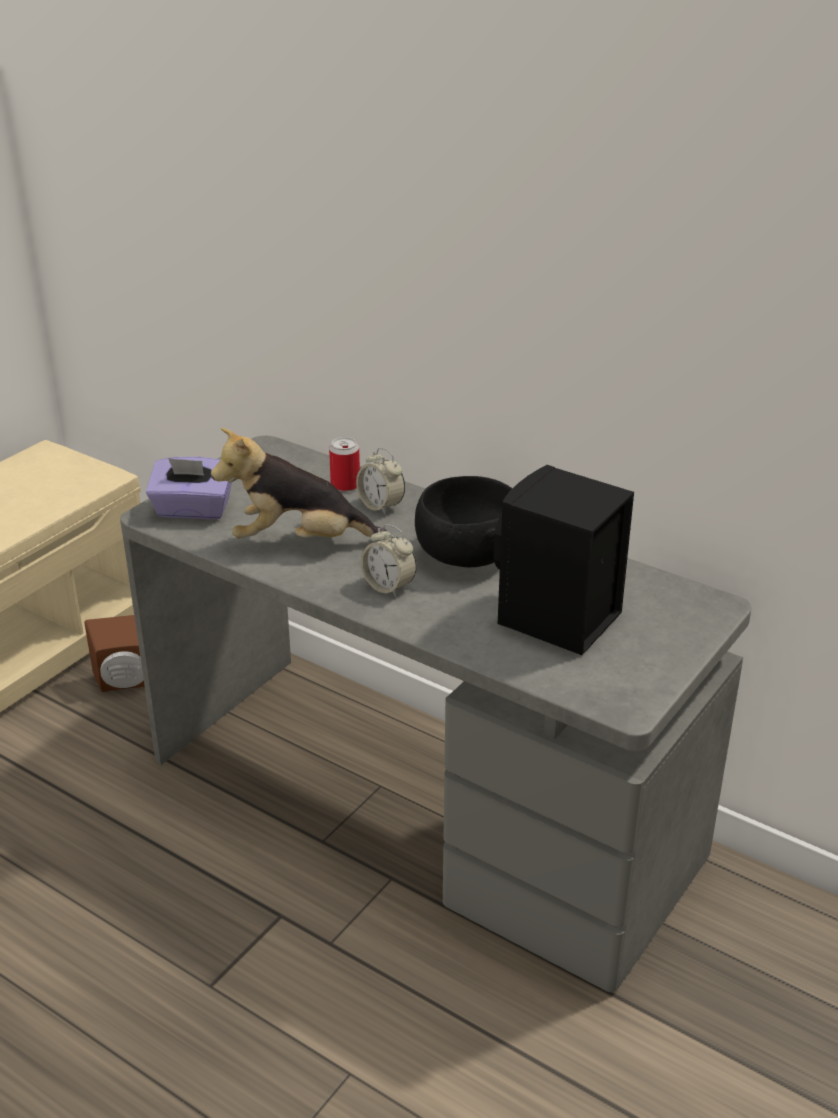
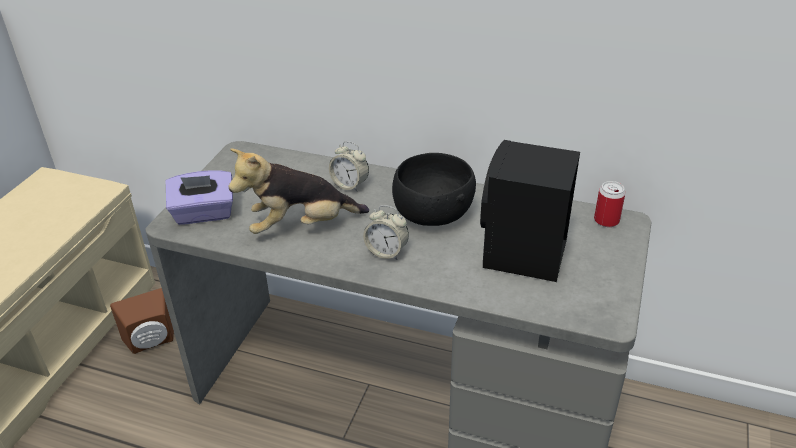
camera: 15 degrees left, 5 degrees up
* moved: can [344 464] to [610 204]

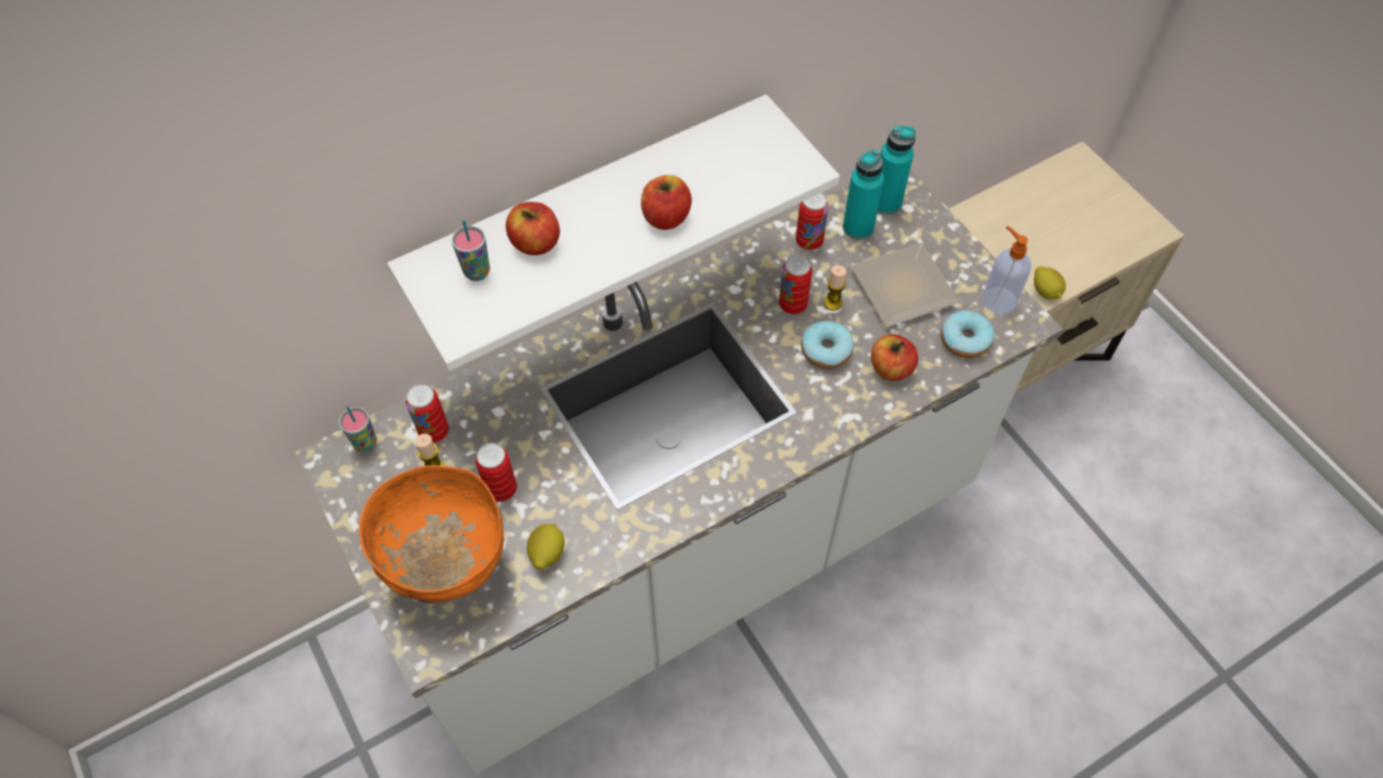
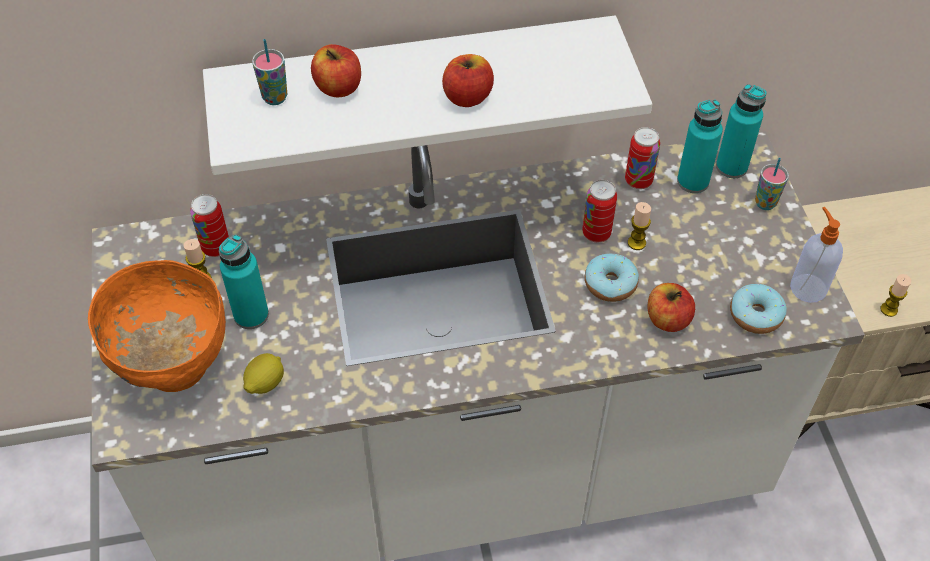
camera: 20 degrees right, 5 degrees down
* removed: dinner plate [905 285]
* moved: small cup [358 429] to [772 184]
* replaced: can [496 472] to bottle/turquoise-coloured [244 282]
* replaced: lemon [1050 283] to candle [895 295]

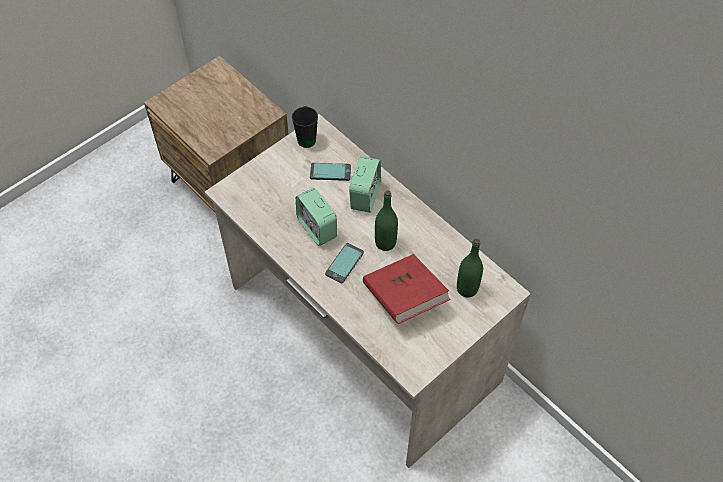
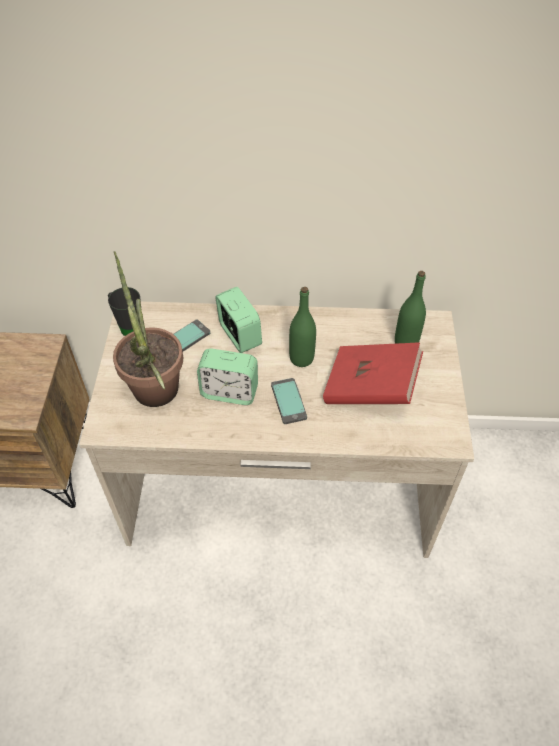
camera: 45 degrees left, 5 degrees down
* added: potted plant [148 329]

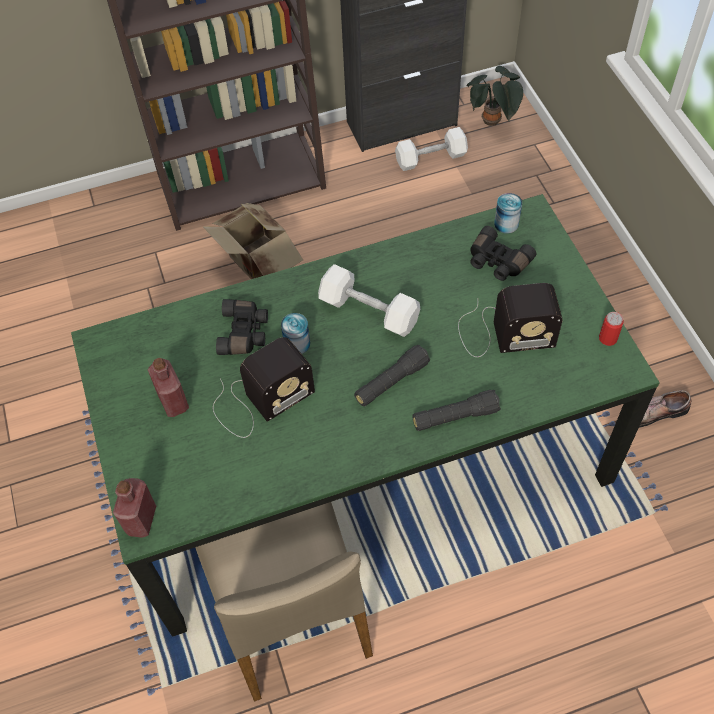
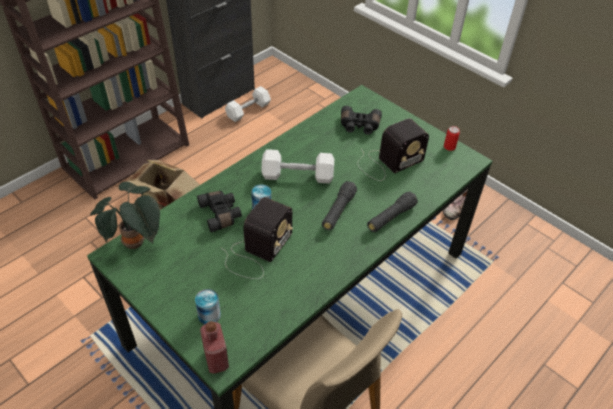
camera: 30 degrees left, 10 degrees down
* removed: bottle/red [168 387]
* moved: potted plant [495 96] to [125 215]
* moved: can [508 213] to [208 307]

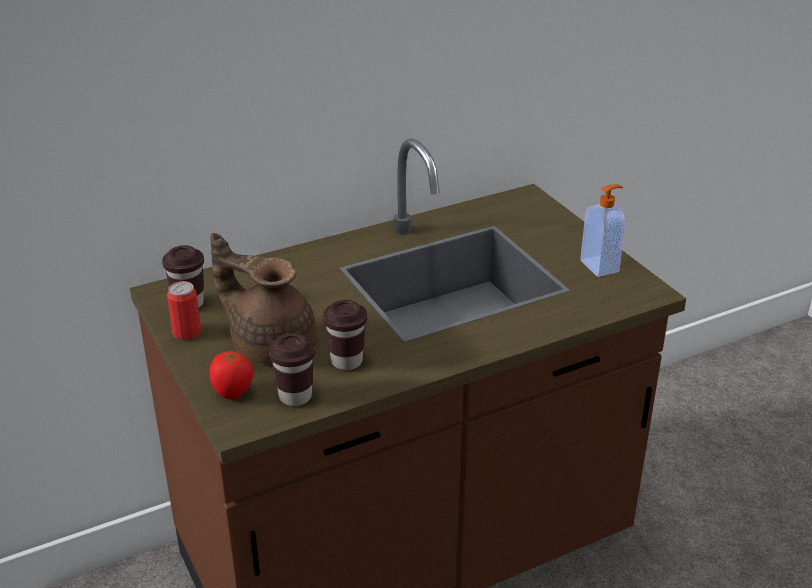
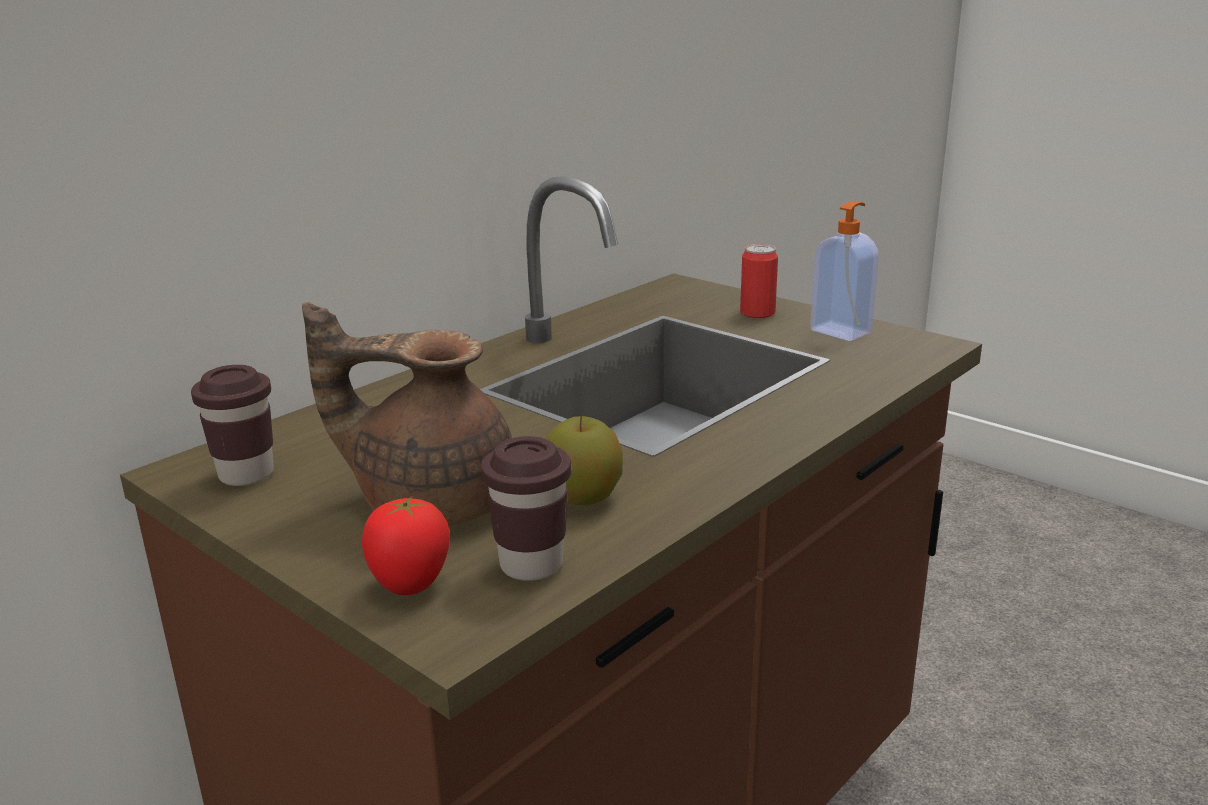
camera: 20 degrees left, 10 degrees down
* moved: can [184 310] to [759 281]
* replaced: small cup/brownish [345 335] to apple [584 460]

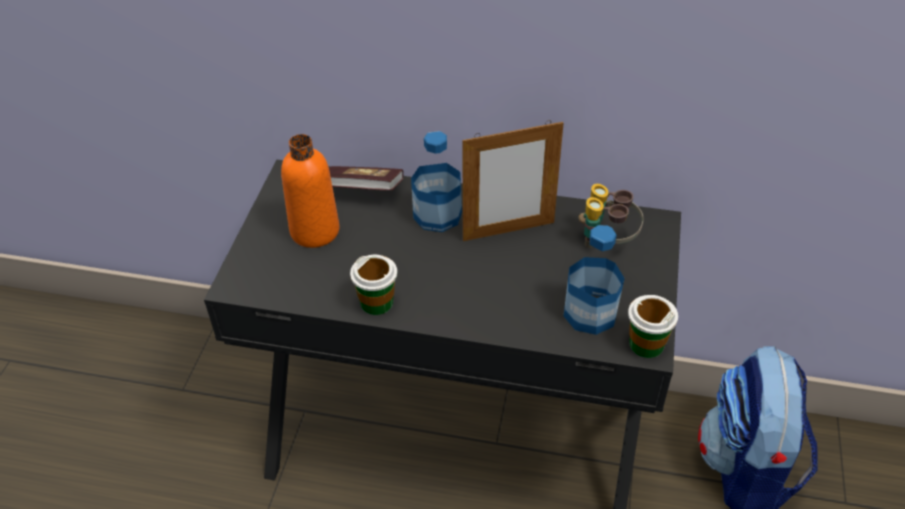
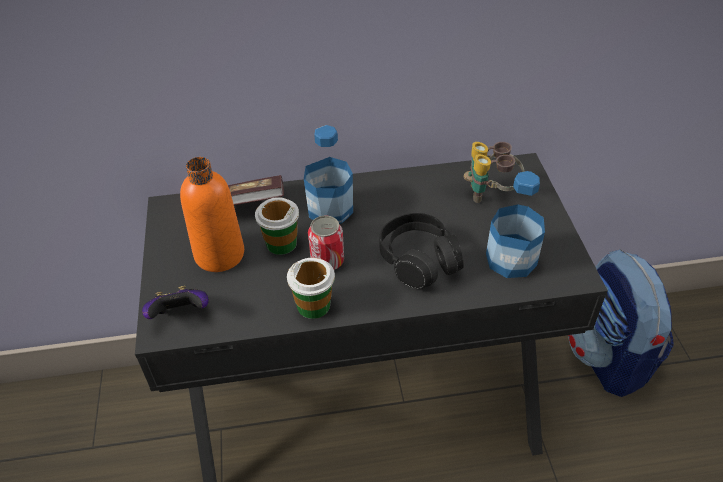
camera: 20 degrees left, 0 degrees up
* removed: standing frame [513 180]
* added: gamepad [175 302]
* added: can [326 242]
* added: headset/black-coloured [421 251]
* moved: small cup [653 326] to [277 226]

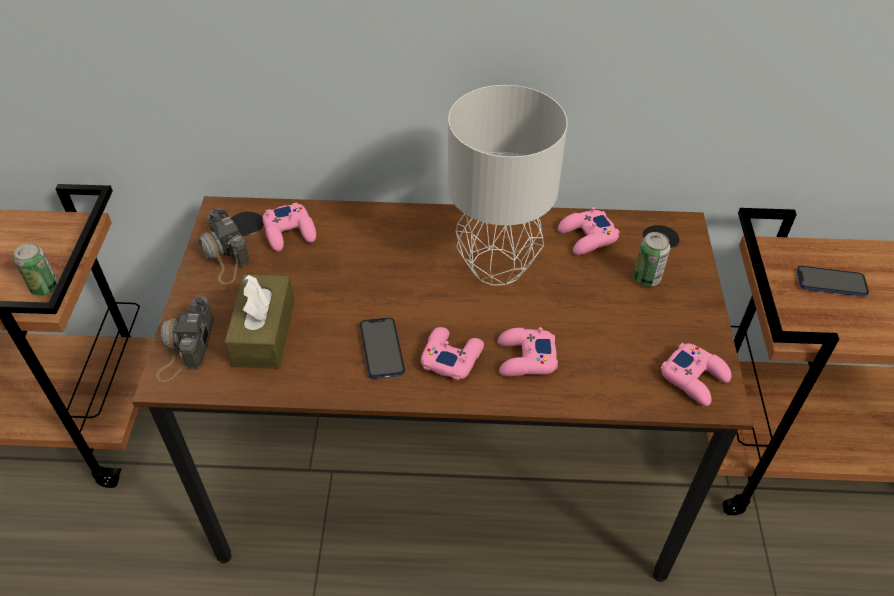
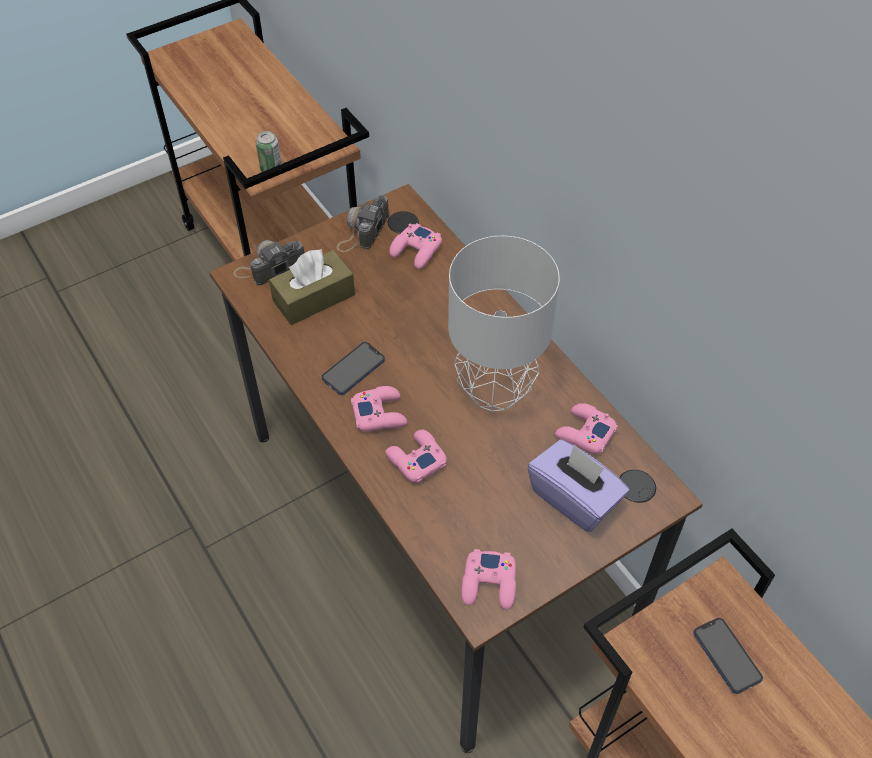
camera: 55 degrees right, 5 degrees up
* replaced: can [651 259] to tissue box/purplish [578 485]

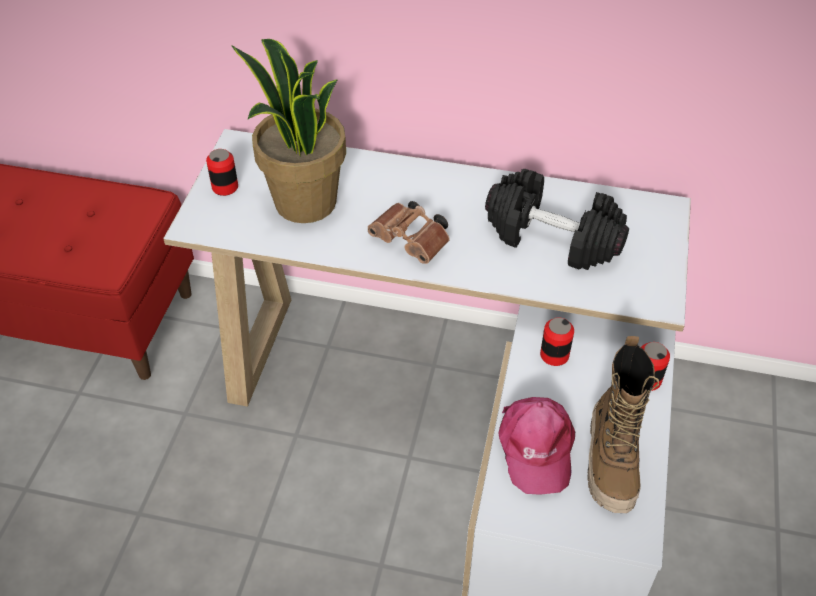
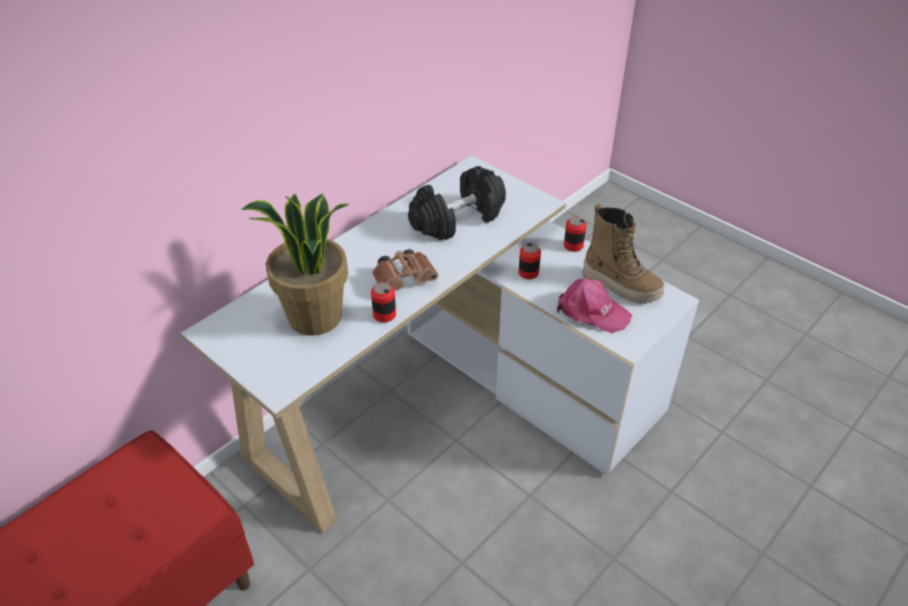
camera: 60 degrees left, 5 degrees down
* moved: can [222 172] to [383 302]

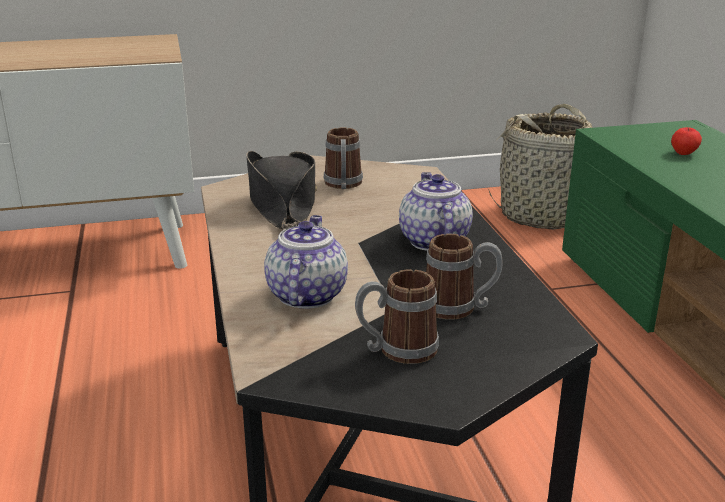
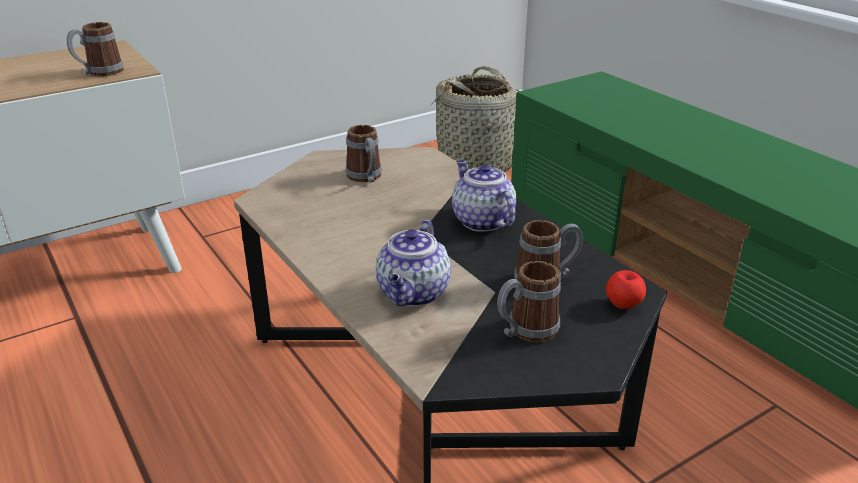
camera: 20 degrees left, 5 degrees up
* removed: hat/black-coloured [281 190]
* added: coffee mug [95 49]
* moved: apple [686 141] to [626 289]
* turned: pot for tea [306 261] = [413 263] 150 degrees counterclockwise

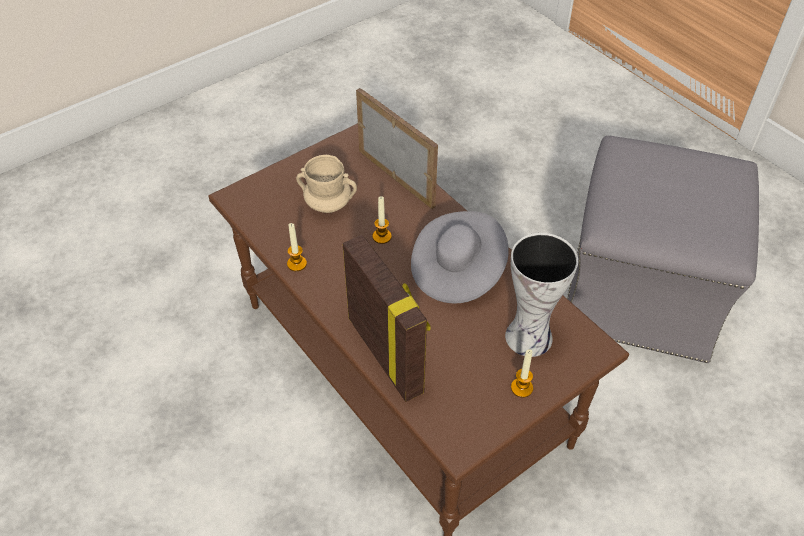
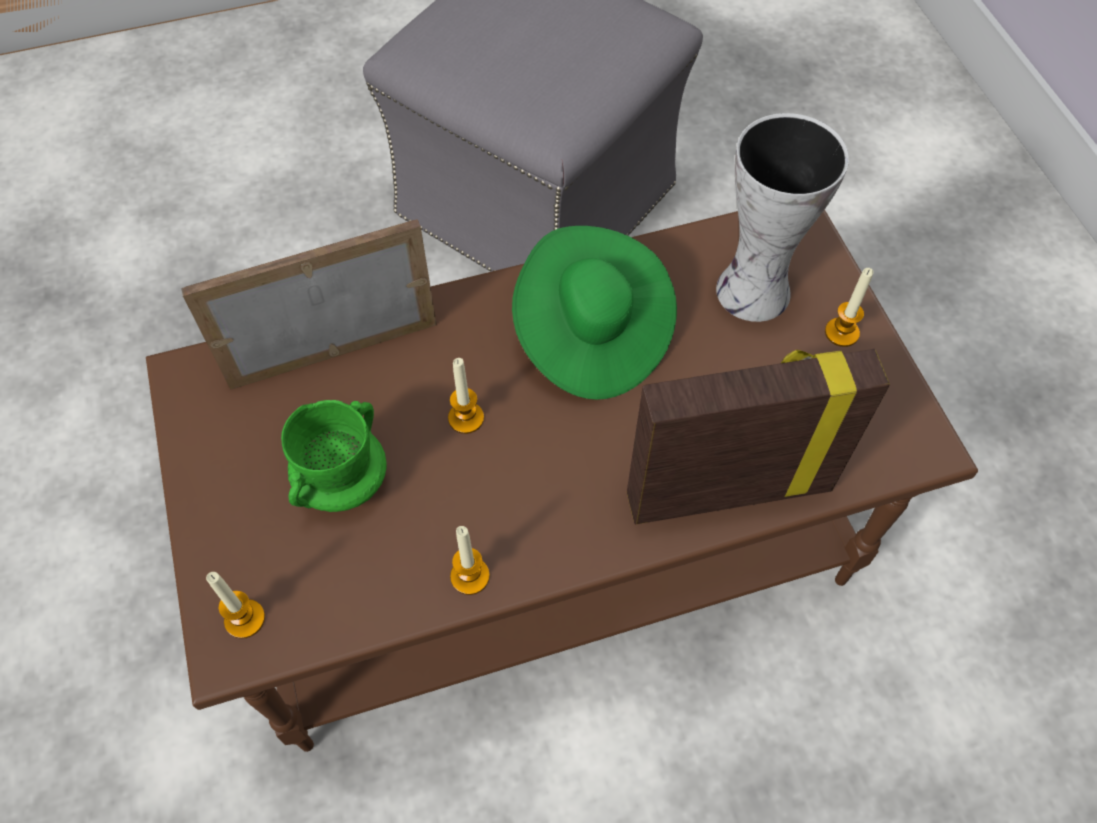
camera: 70 degrees left, 10 degrees up
* added: candle [235 605]
* recoloured: coffee mug/beige-coloured [326 184] to coffee mug/green-coloured [334 456]
* recoloured: hat/gray [460 257] to hat/green-coloured [594 313]

